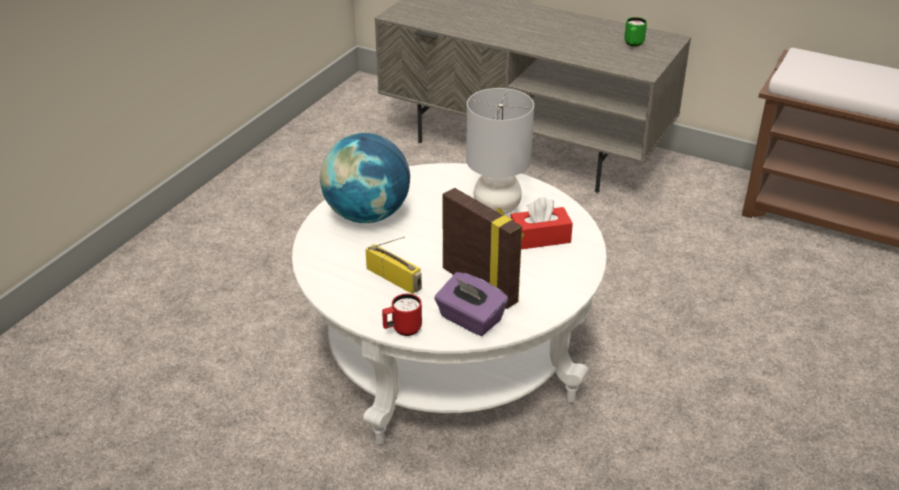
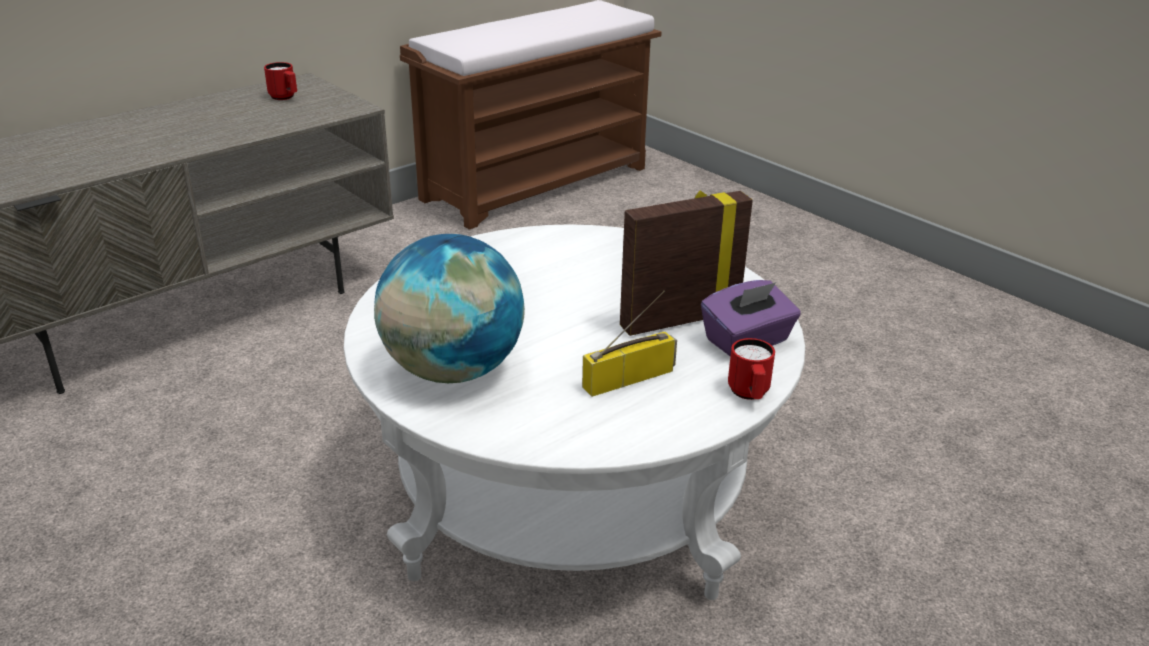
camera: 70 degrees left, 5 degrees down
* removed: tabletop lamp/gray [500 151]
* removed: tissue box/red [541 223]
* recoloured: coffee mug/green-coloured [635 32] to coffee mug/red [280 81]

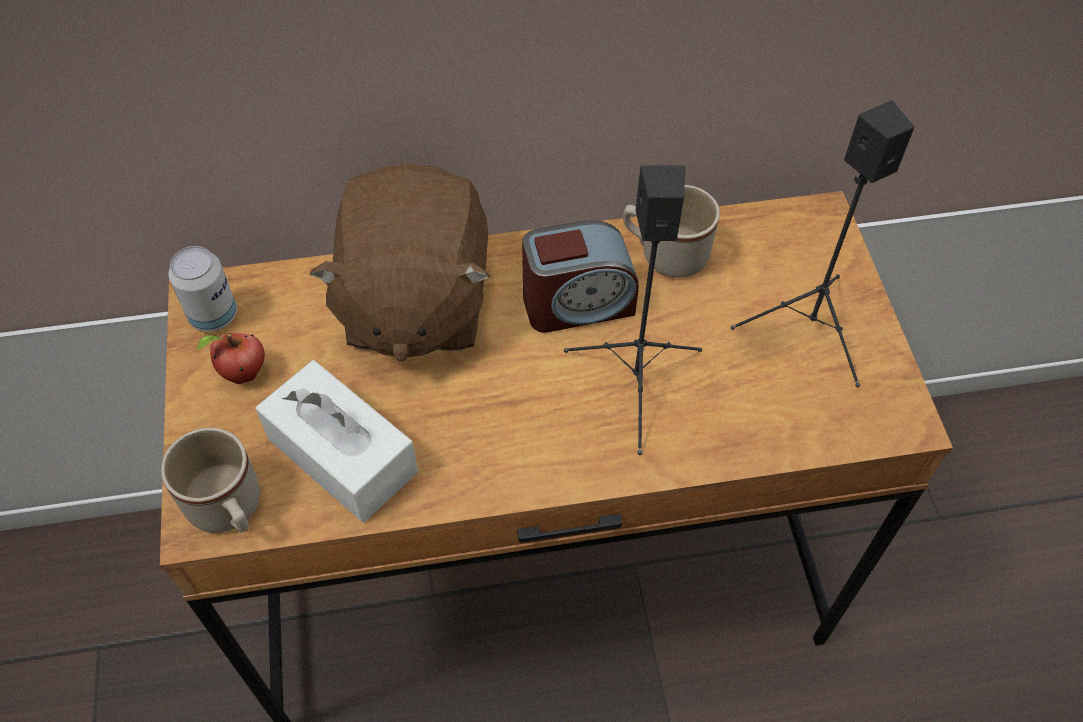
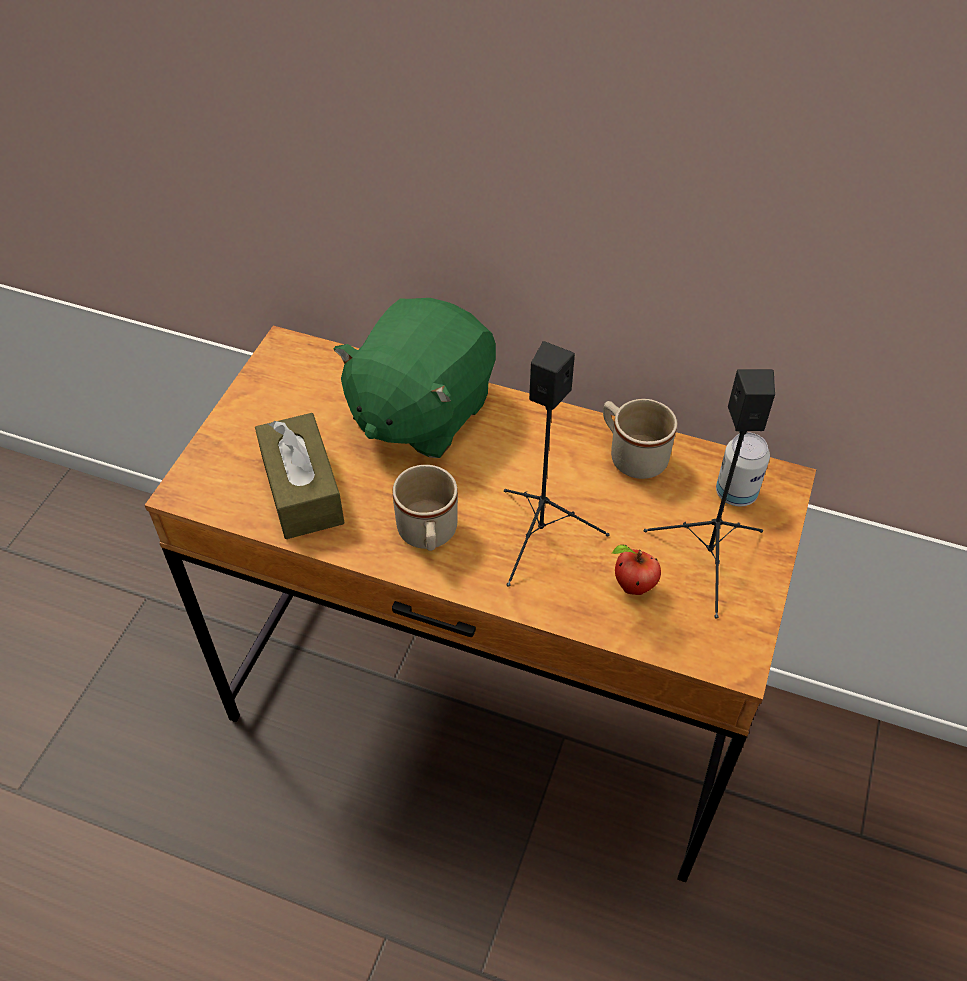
camera: 30 degrees right, 5 degrees down
* removed: alarm clock [580 276]
* moved: coffee mug/beige-coloured [210 480] to [425 508]
* moved: can [203 289] to [743 469]
* moved: apple [230 358] to [636 570]
* recoloured: tissue box/whitish [337 441] to tissue box/brownish [299 476]
* recoloured: soft toy/brownish [399 263] to soft toy/green-coloured [415 378]

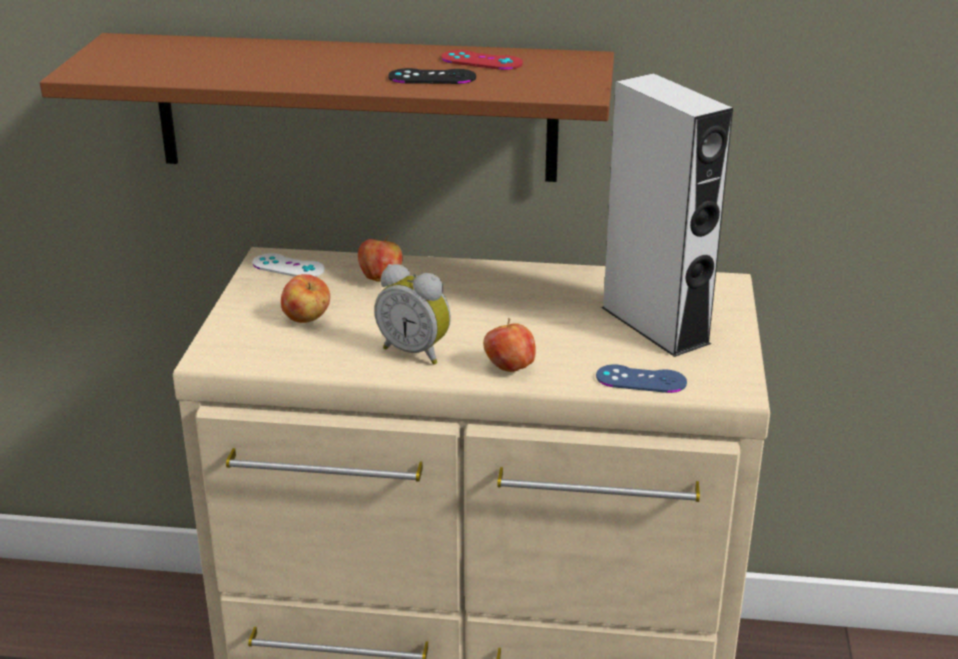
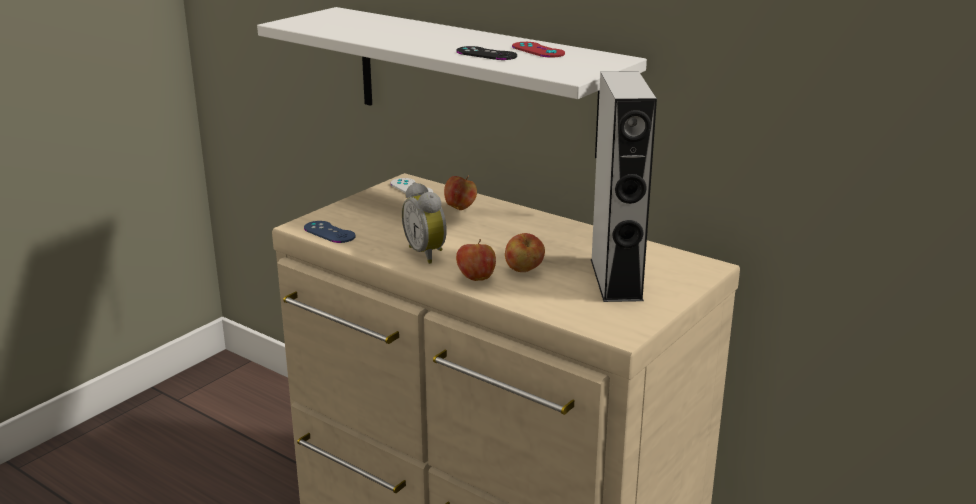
camera: 30 degrees right, 5 degrees down
* moved: apple [305 298] to [525 252]
* moved: gamepad/bluish [641 379] to [330 232]
* recoloured: bracket shelf/brownish [327 107] to bracket shelf/whitish [452 82]

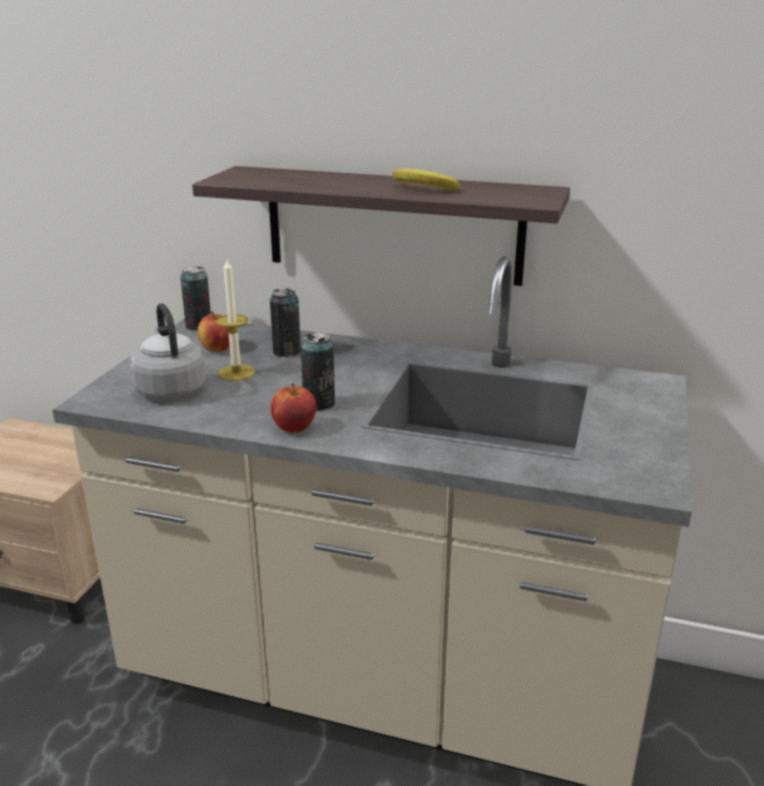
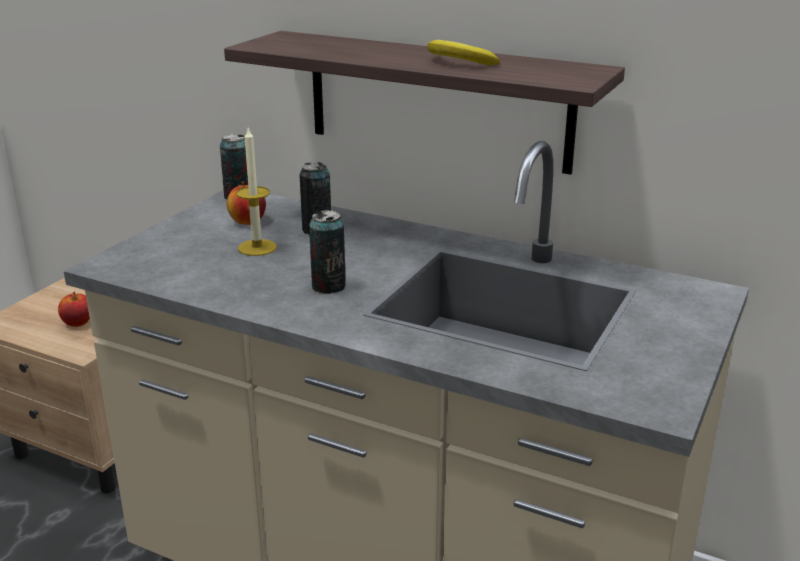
camera: 10 degrees right, 0 degrees up
* removed: water kettle/gray [168 351]
* moved: apple [293 408] to [74 309]

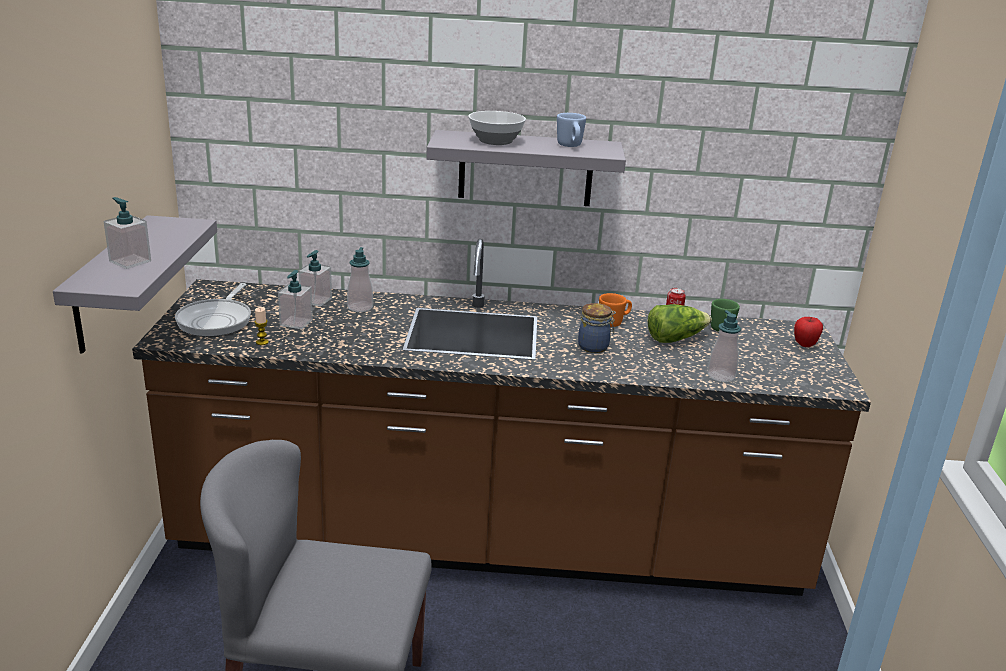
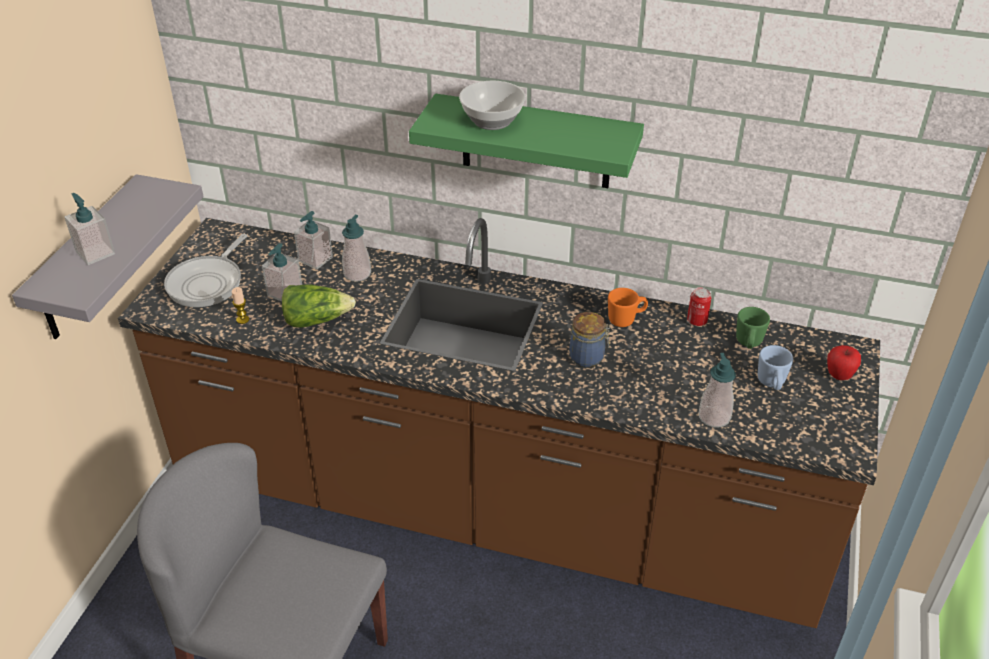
camera: 15 degrees right, 15 degrees up
* moved: coffee mug/bluish [571 130] to [775 367]
* moved: head of lettuce [680 323] to [319 306]
* recoloured: bracket shelf/gray [526 168] to bracket shelf/green-coloured [526 141]

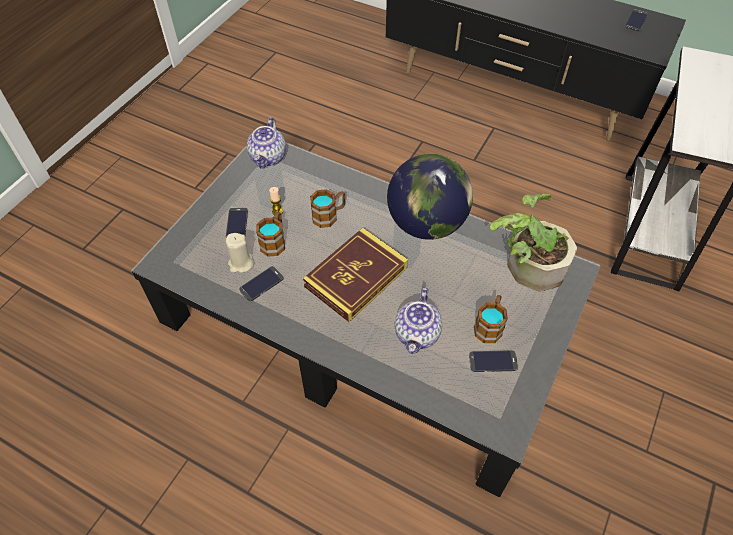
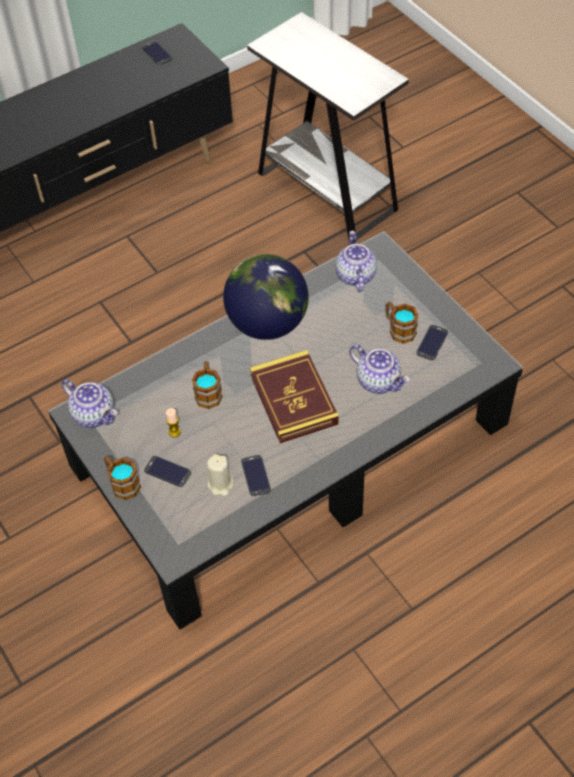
camera: 60 degrees left, 0 degrees up
* moved: coffee mug [270 234] to [122 478]
* replaced: potted plant [533 243] to pot for tea [356 261]

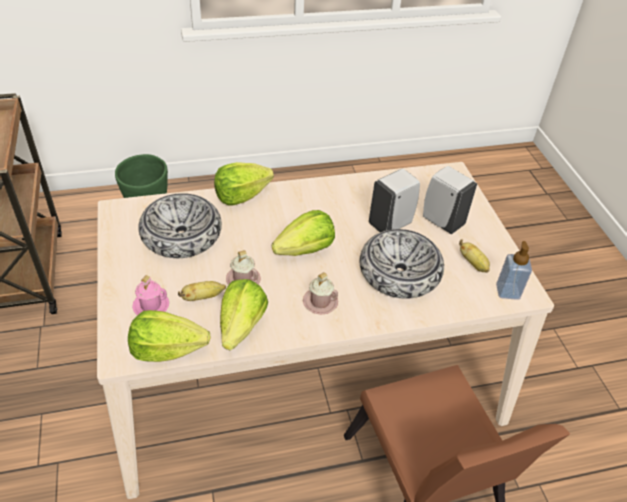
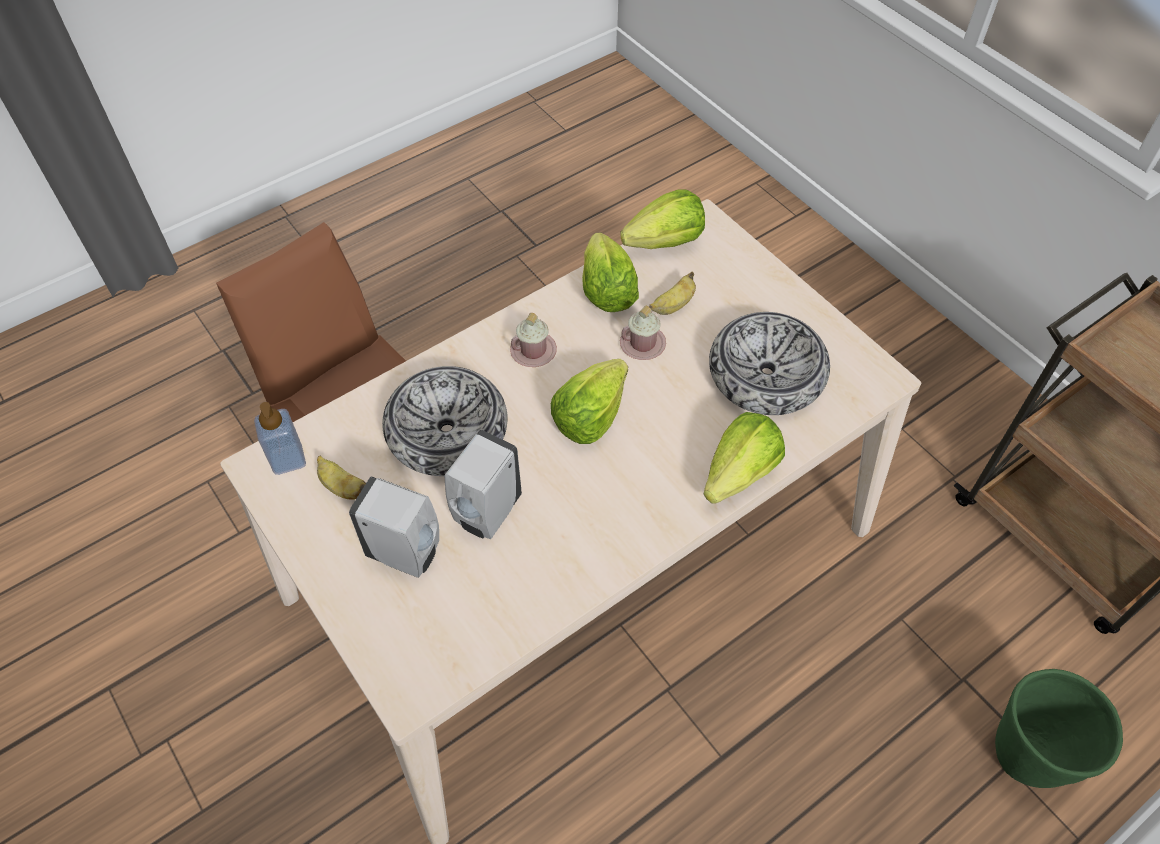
camera: 160 degrees right, 10 degrees up
* removed: coffee mug/pink-coloured [150 295]

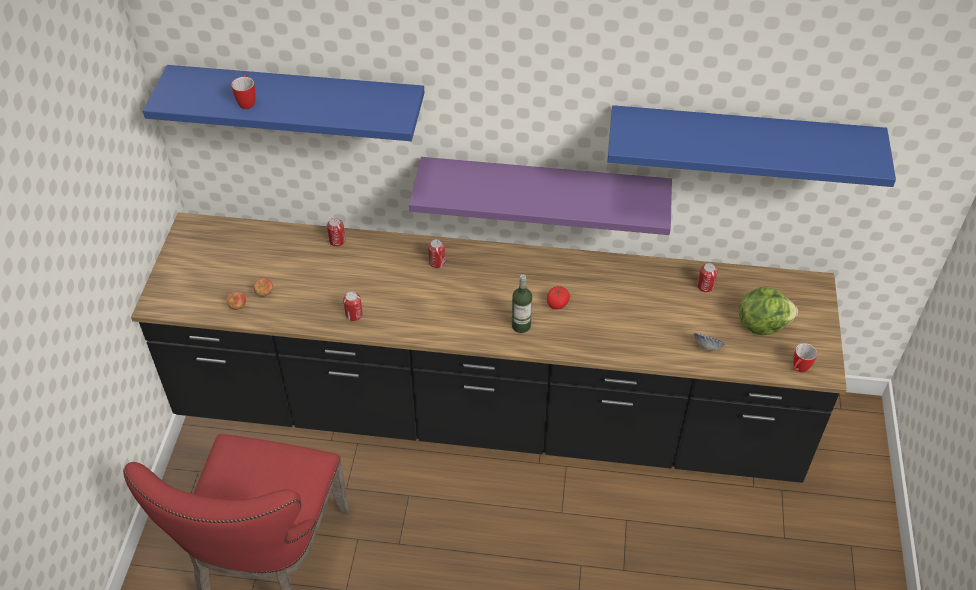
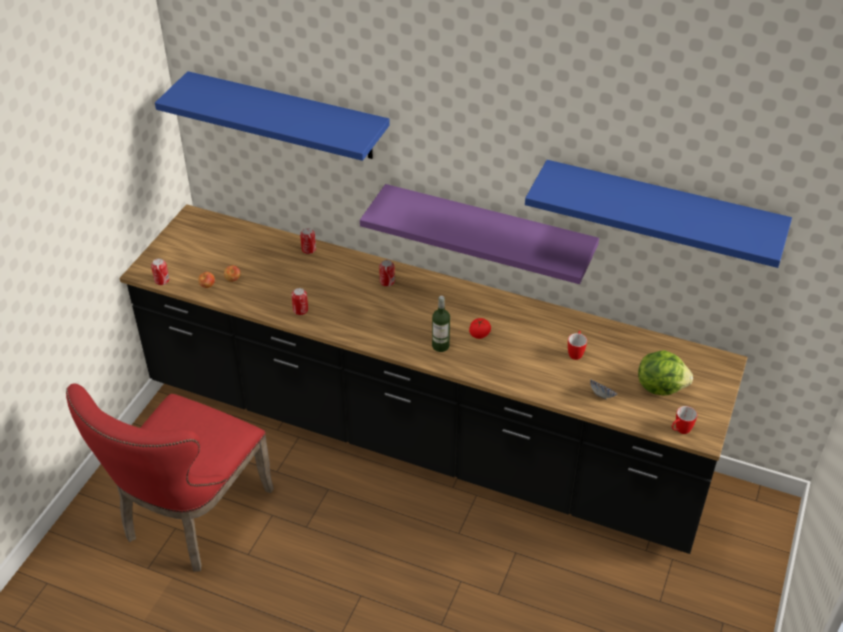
camera: 15 degrees right, 5 degrees down
* moved: coffee mug [243 91] to [577 345]
* moved: can [707 277] to [160 272]

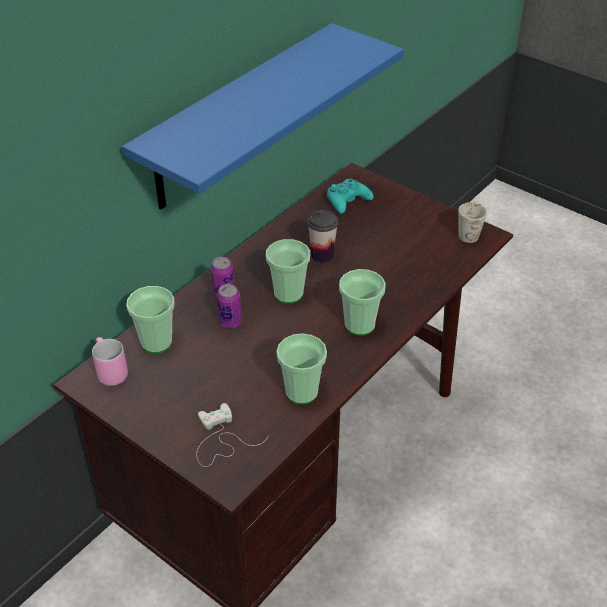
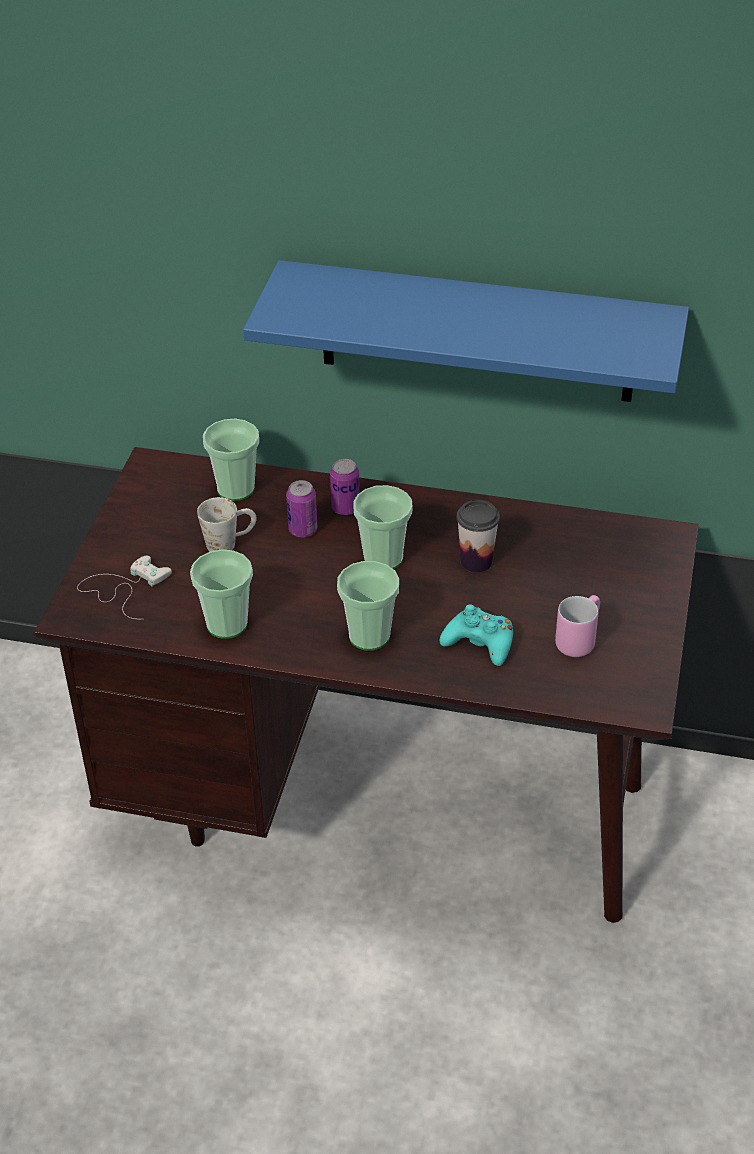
camera: 65 degrees right, 0 degrees up
* moved: coffee mug/pink-coloured [110 361] to [577 626]
* moved: gamepad/turquoise-coloured [350 196] to [476 635]
* moved: coffee mug/whitish [472 222] to [227 524]

